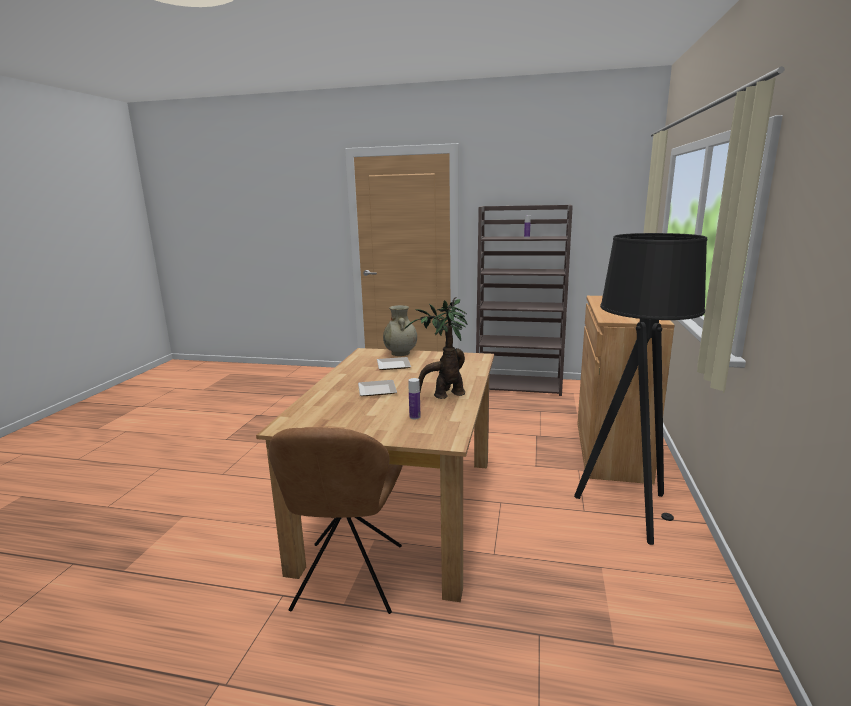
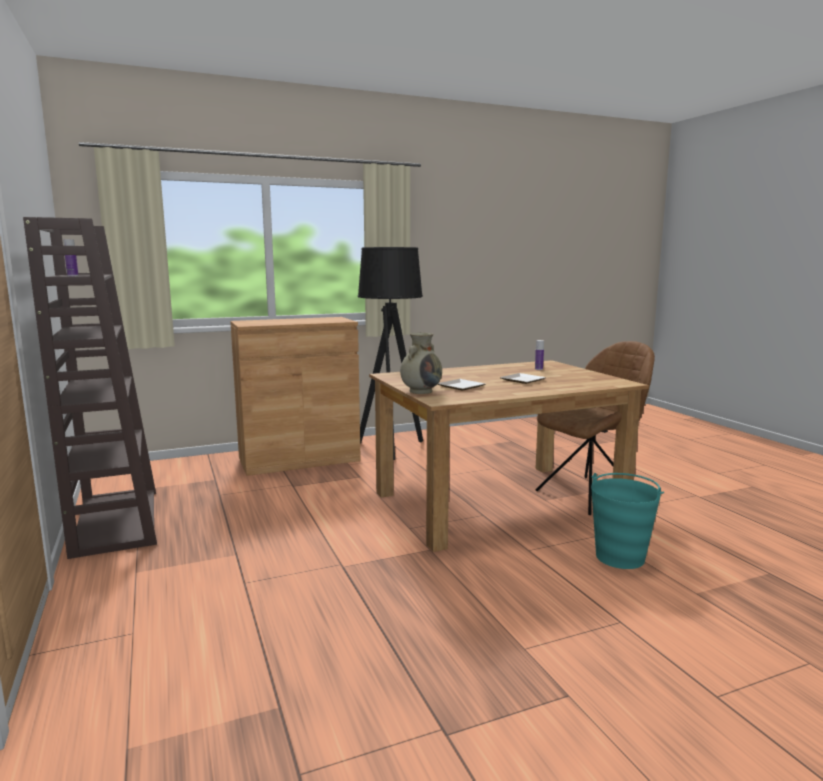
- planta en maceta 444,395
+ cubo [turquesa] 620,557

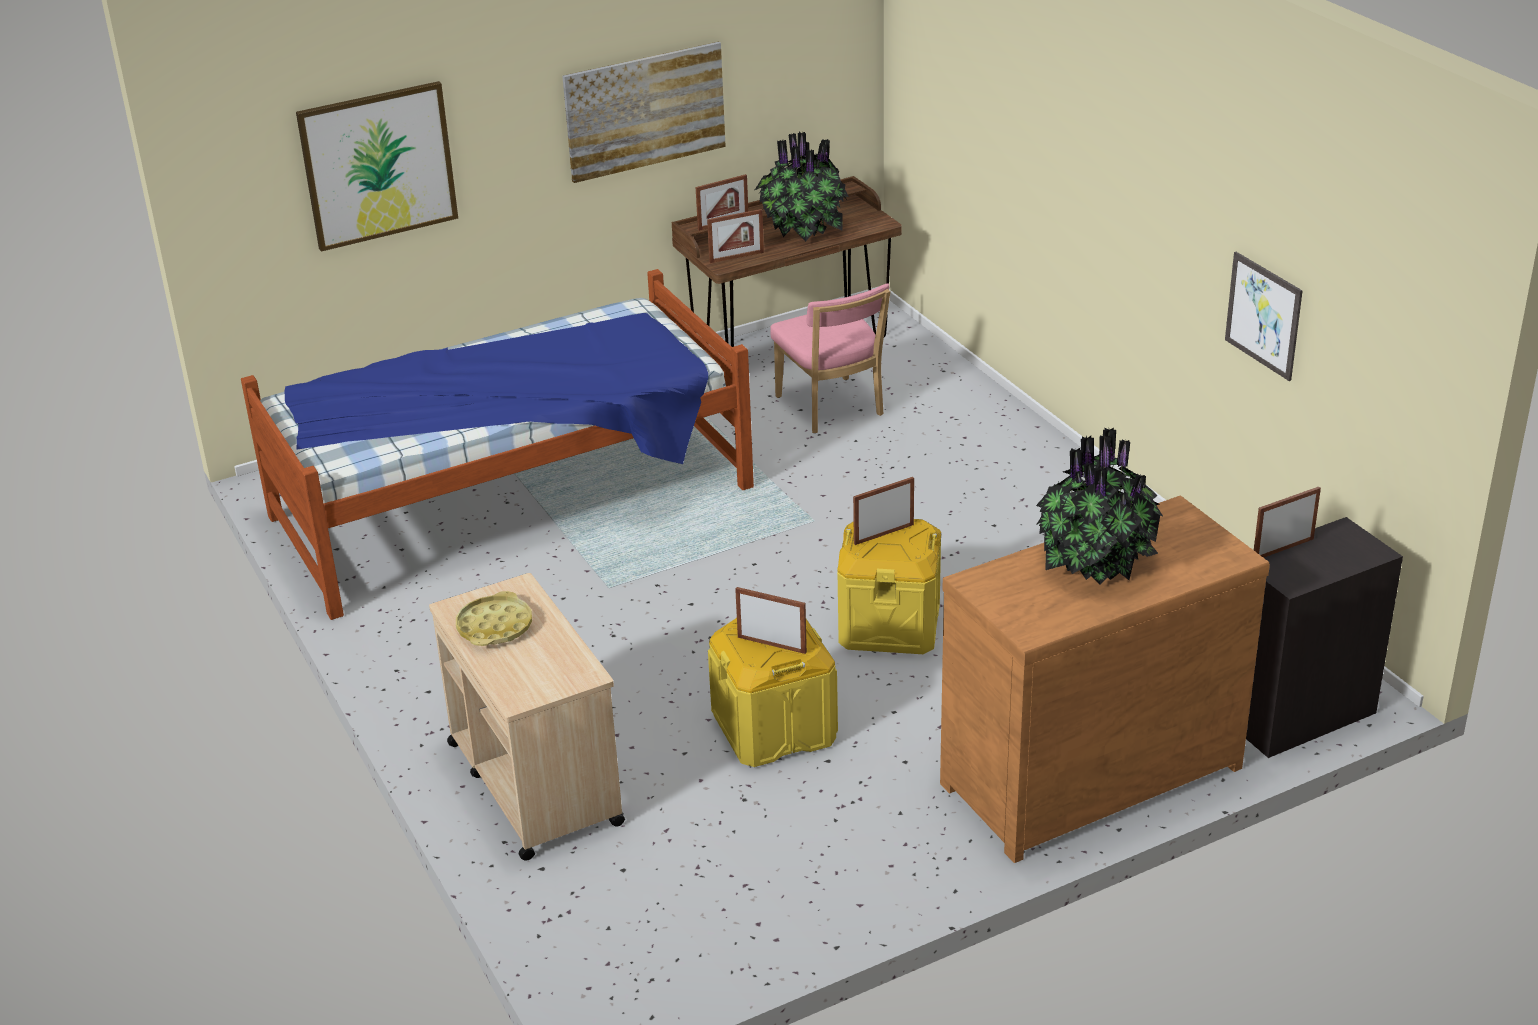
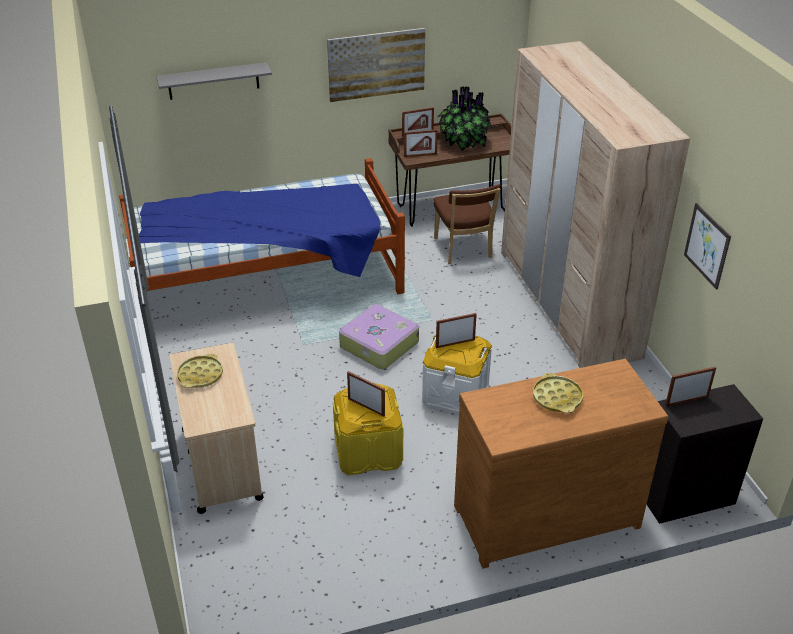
~ cuadro 378,165 to estante [gris] 213,81
~ silla [rosa] 832,408 to silla [marrón] 463,250
~ planta en maceta 1095,562 to bandeja [amarillo] 557,397
~ caja de almacenaje [amarillo] 889,625 to caja de almacenaje [blanco] 455,394
+ armario ropero [beis] 567,302
+ maleta 378,344

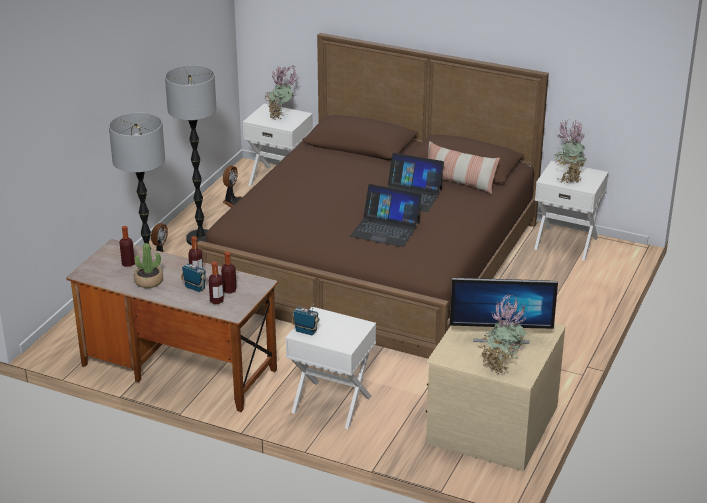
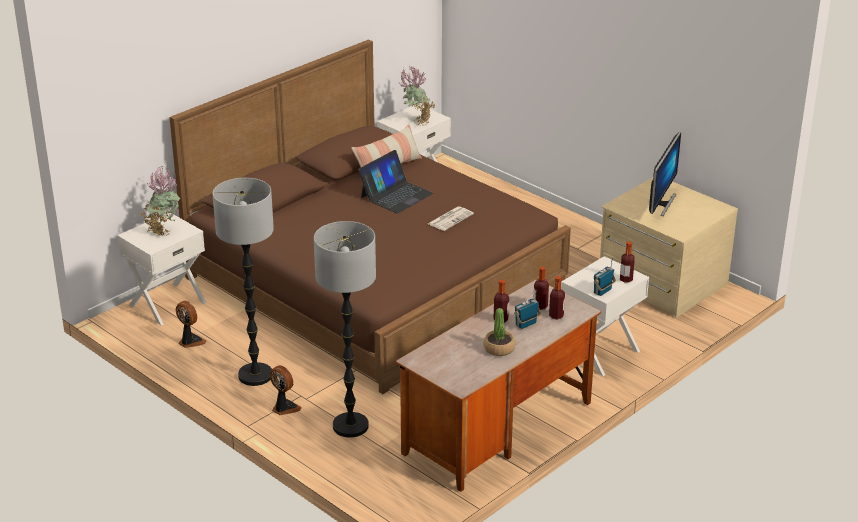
~ portátil 385,229 to periódico 450,219
~ botella 128,264 to 626,279
- planta en maceta 500,365

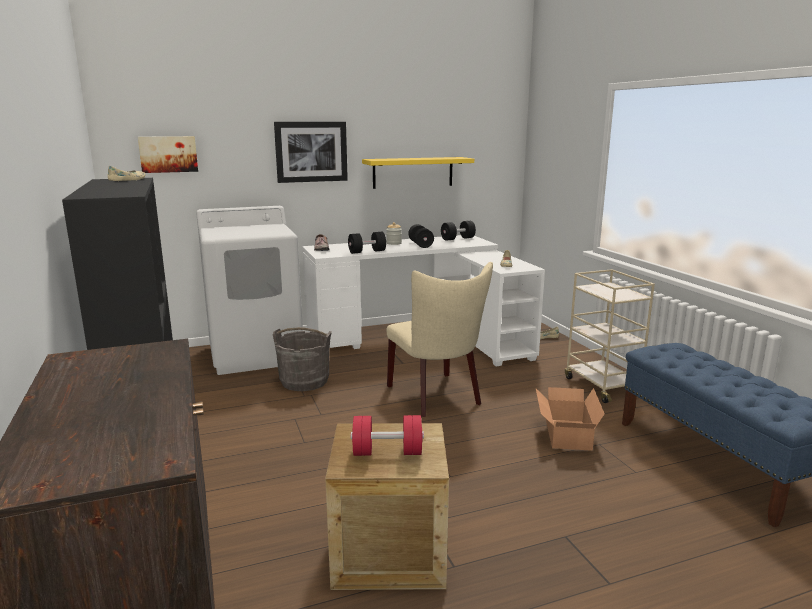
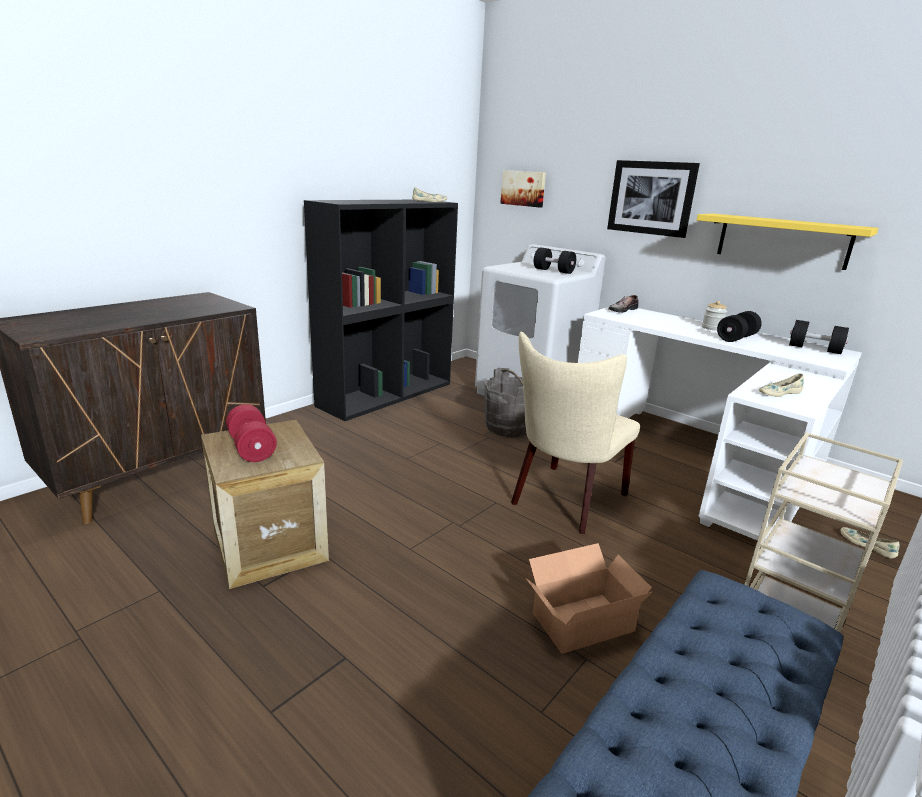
~ mancuerna [negro] 367,252 to 553,271

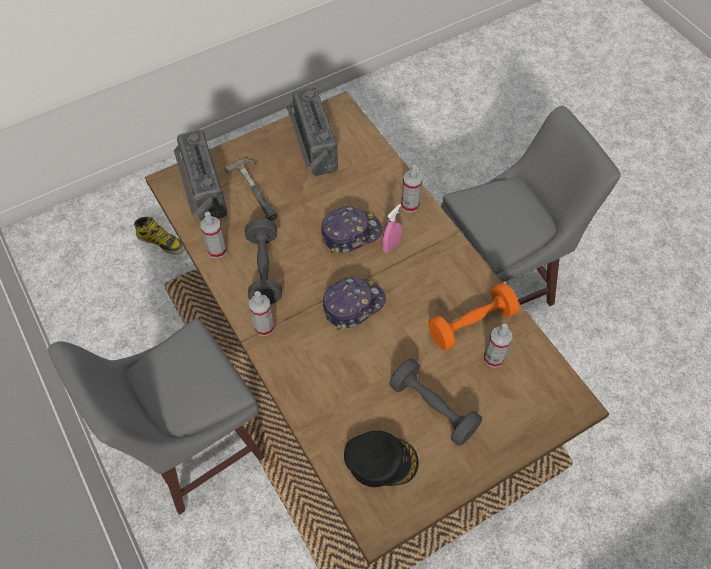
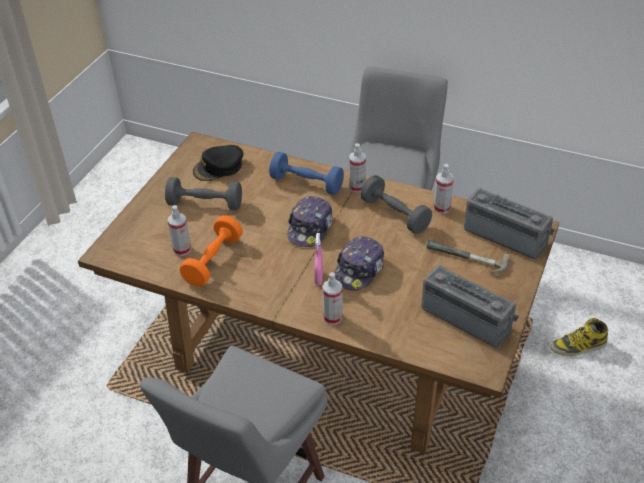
+ mancuerna [azul] 306,183

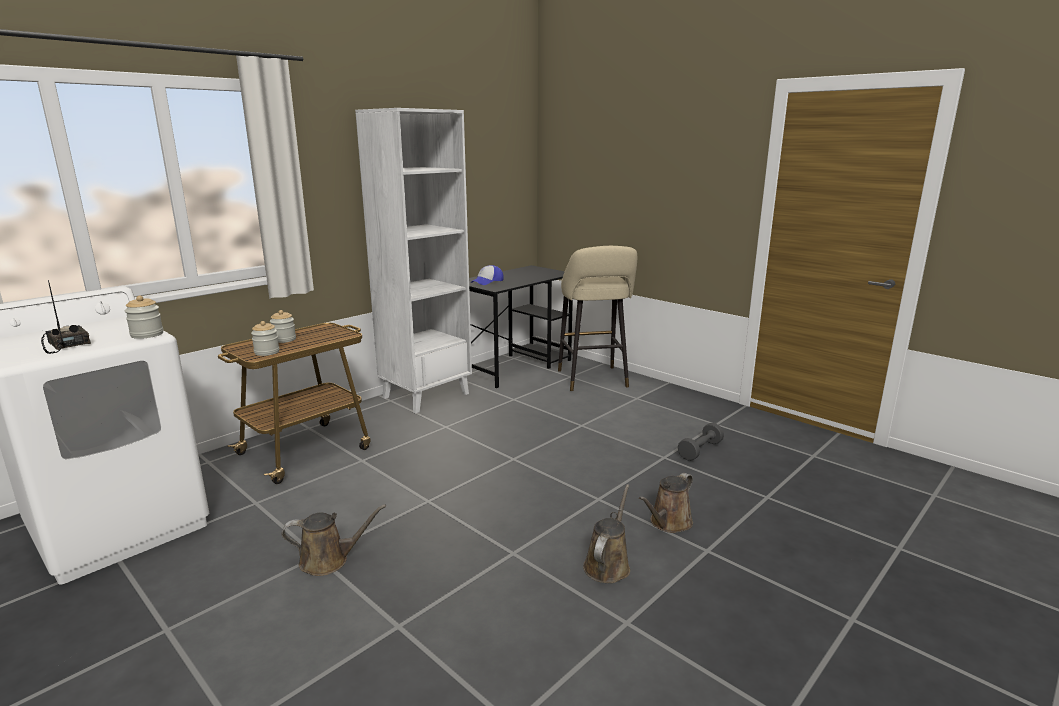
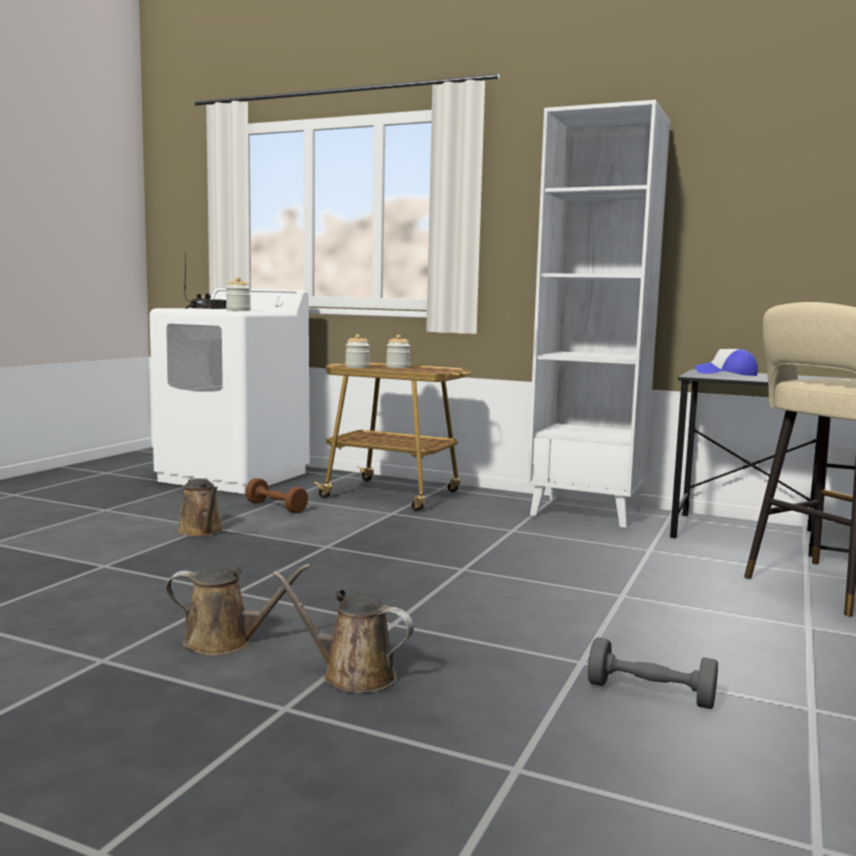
+ mancuerna [marrón] 276,507

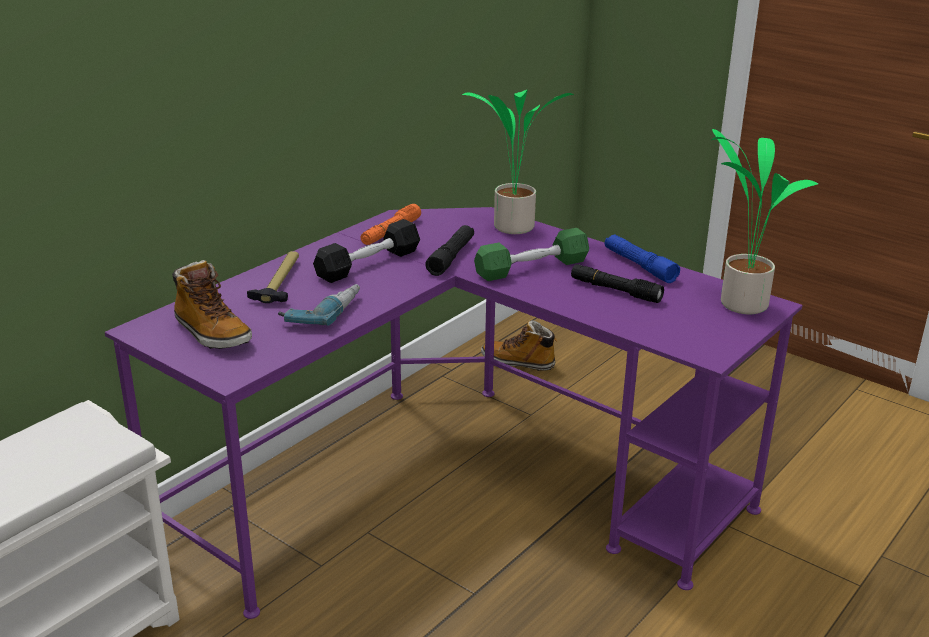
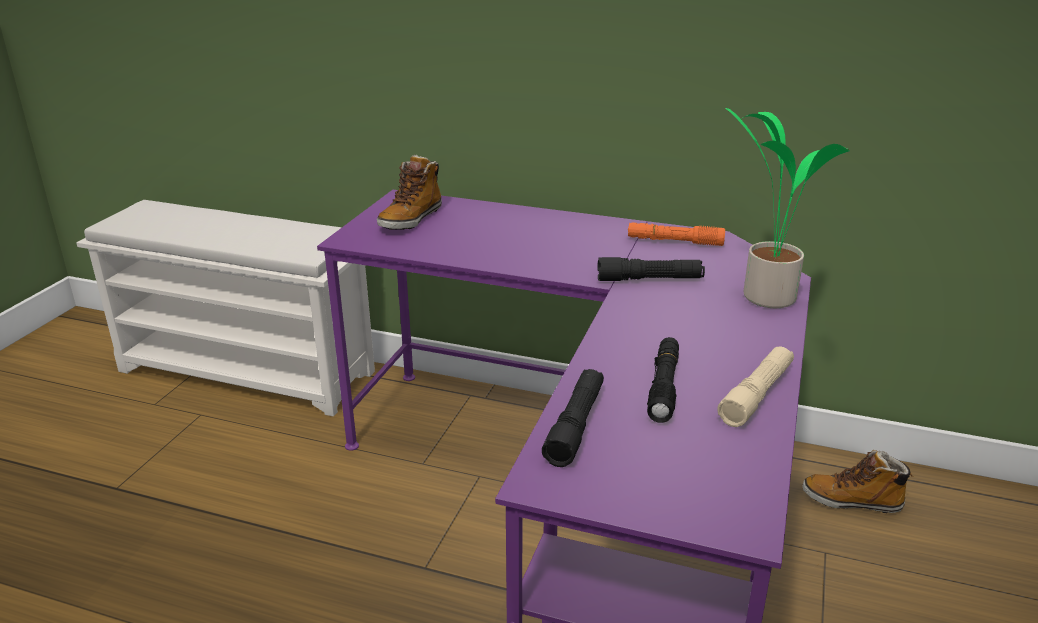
- planta en maceta 741,303
- mancuerna [negro] 368,264
- mancuerna [verde] 532,268
~ linterna [azul] 639,266 to linterna [beis] 757,395
- martillo 280,282
- taladro 322,311
~ bota 518,362 = 852,501 75 degrees counterclockwise
+ linterna [negro] 575,425

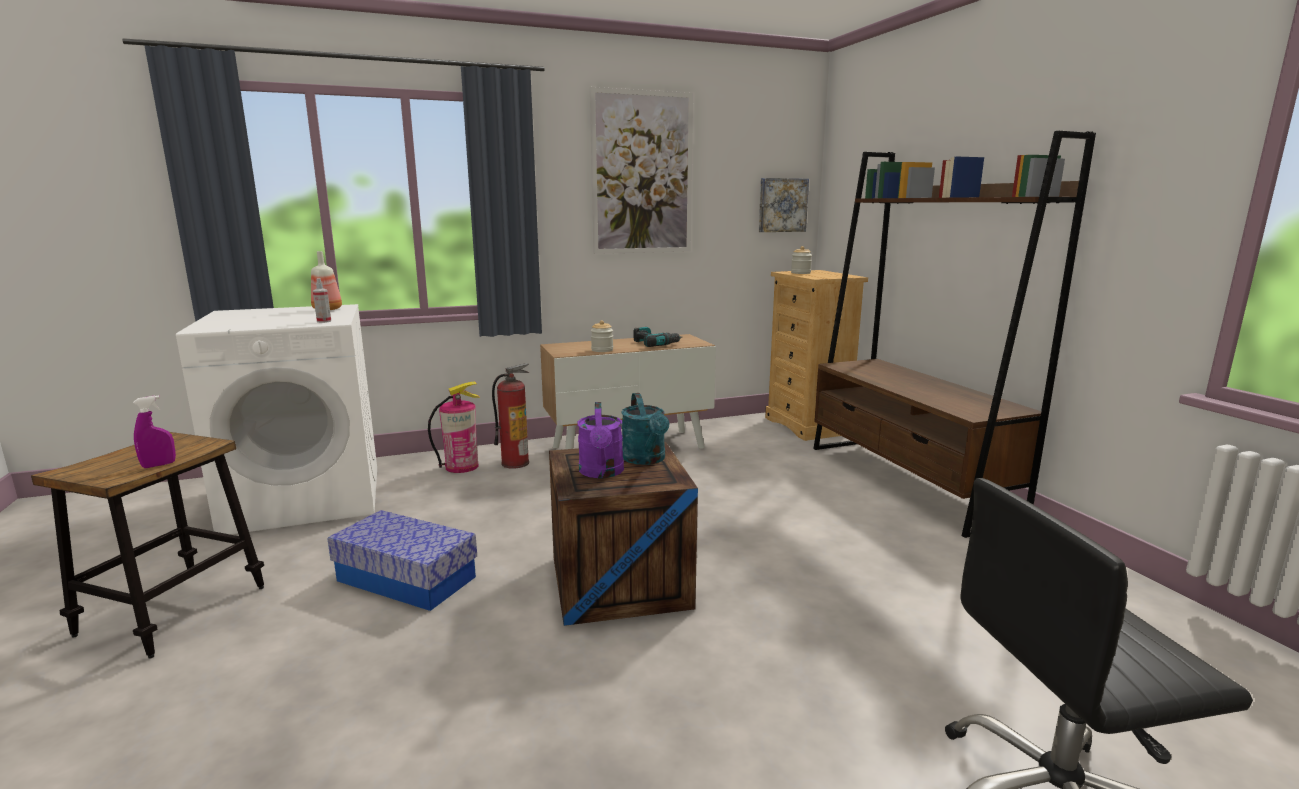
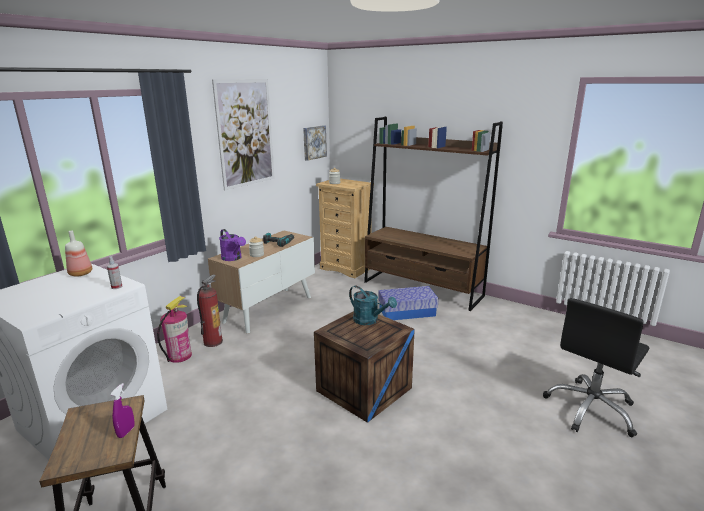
~ regadera [morado] 602,473 to 233,258
~ caja de almacenaje 406,579 to 407,312

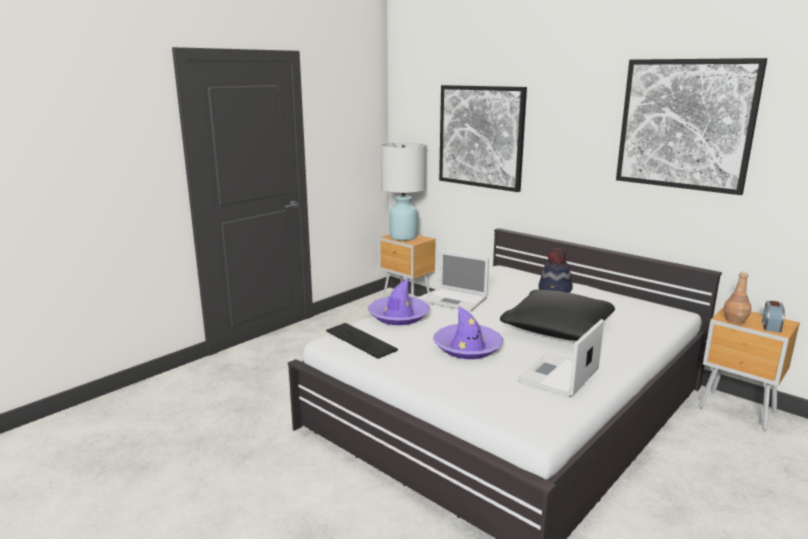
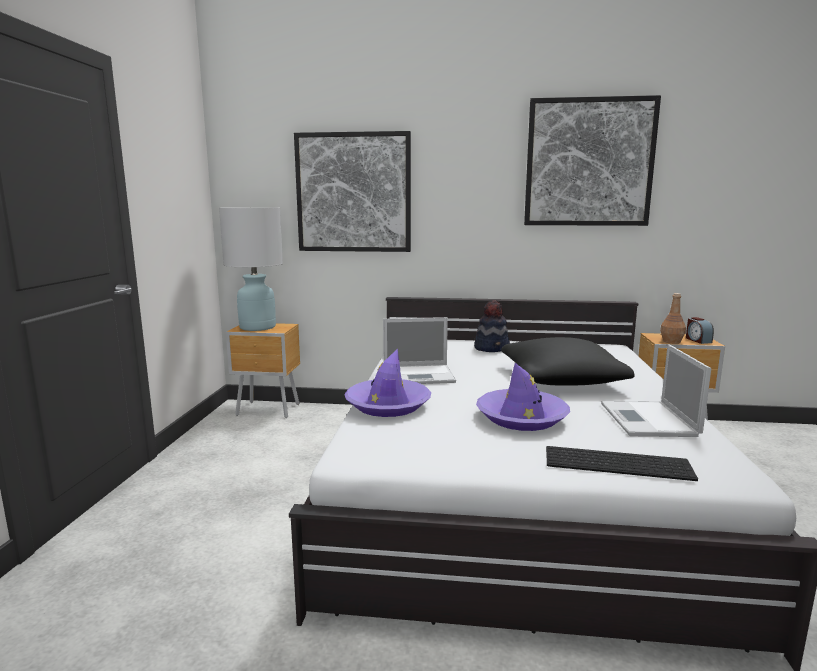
~ teclado 362,340 to 618,463

